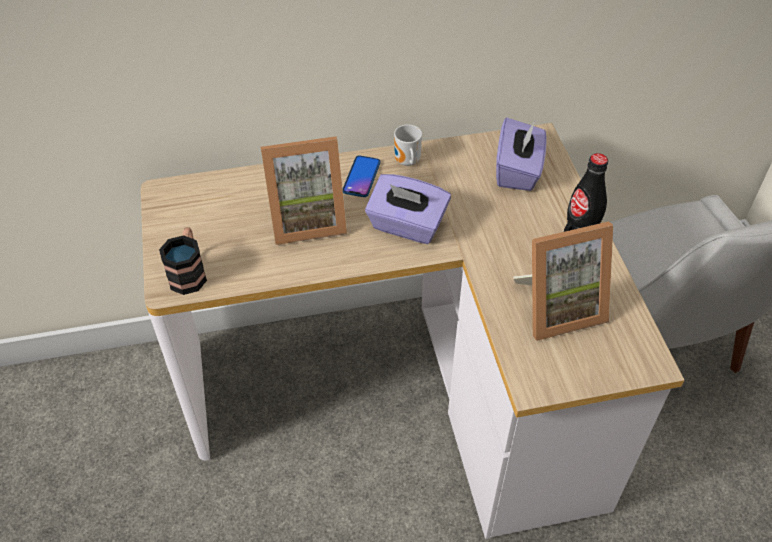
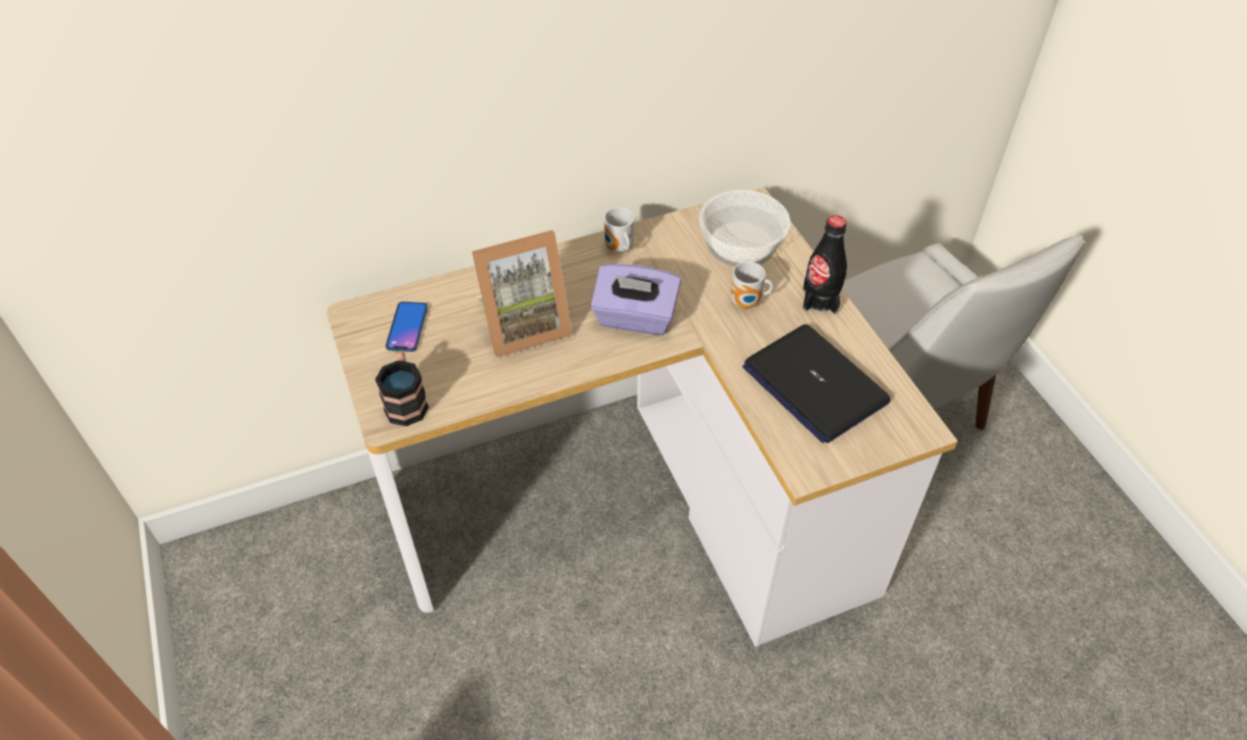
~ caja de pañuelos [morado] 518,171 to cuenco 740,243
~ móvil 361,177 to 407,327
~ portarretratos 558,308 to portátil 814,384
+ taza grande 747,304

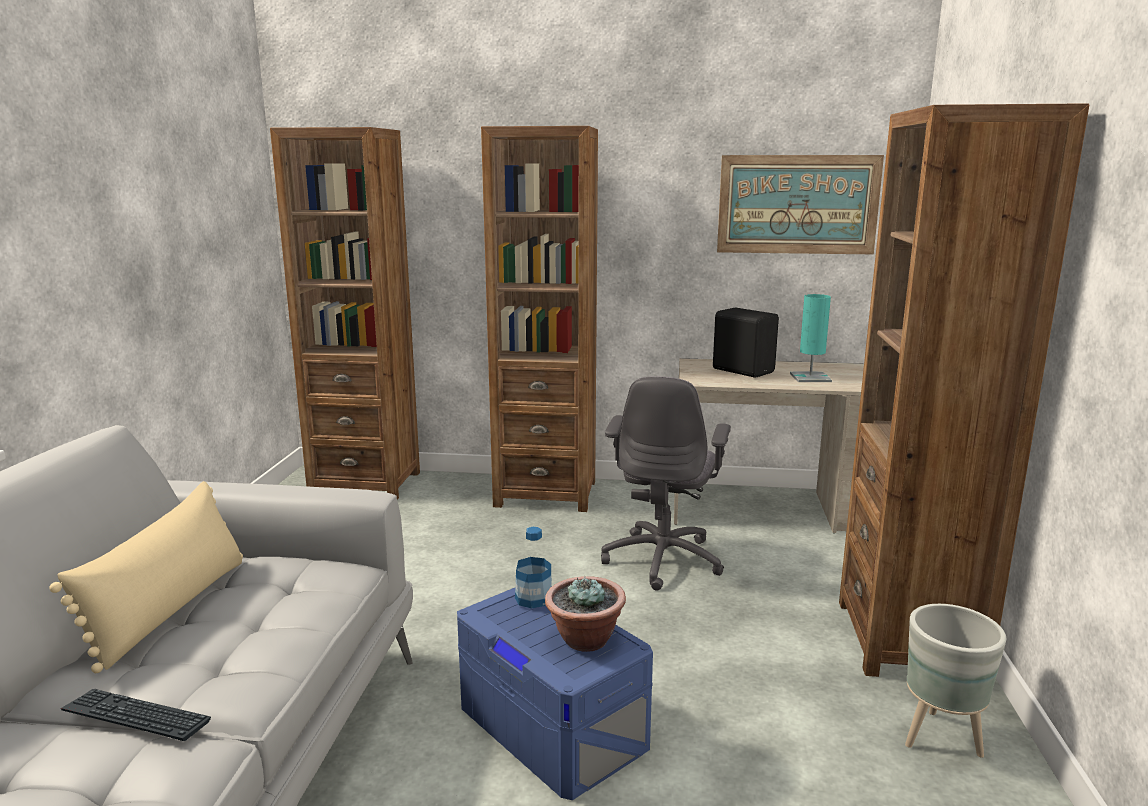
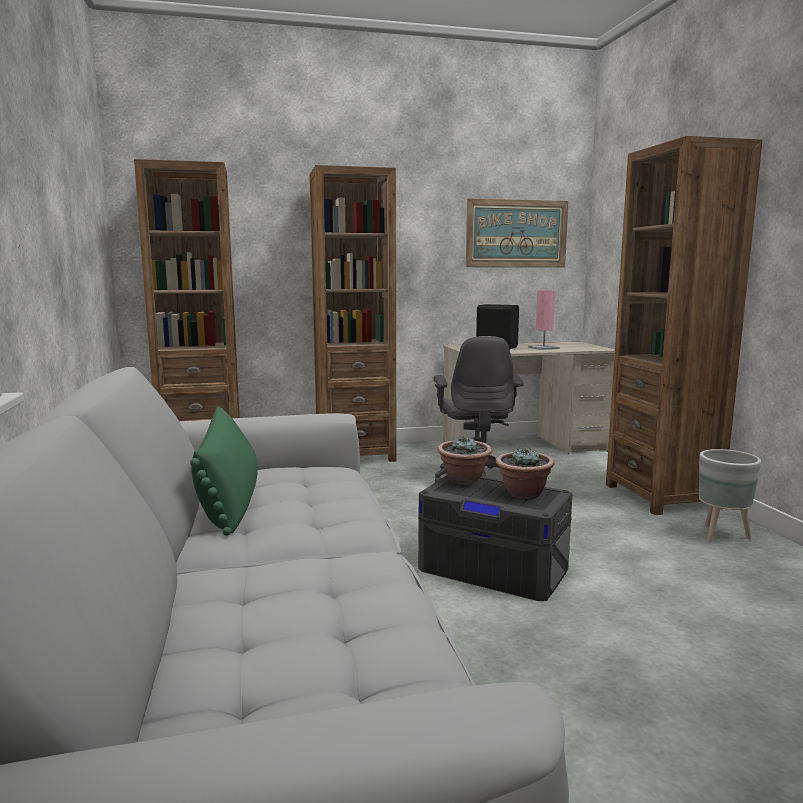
~ lámpara de mesa [turquesa] 810,378 to lámpara de mesa [rosa] 543,348
~ cojín [beis] 170,609 to cojín [verde] 229,501
~ botella 533,598 to planta en maceta 464,480
~ caja de almacenaje [azul] 552,725 to caja de almacenaje [gris] 493,568
- teclado 136,717

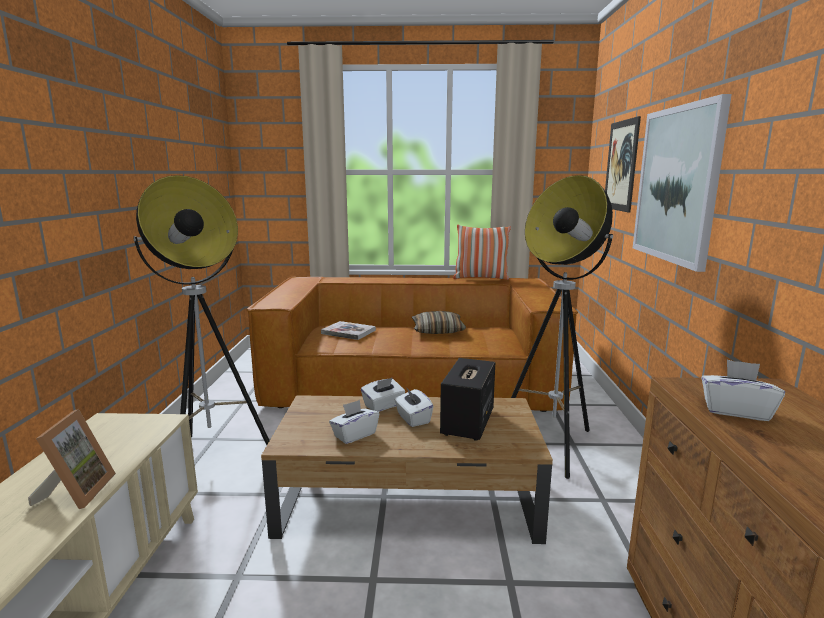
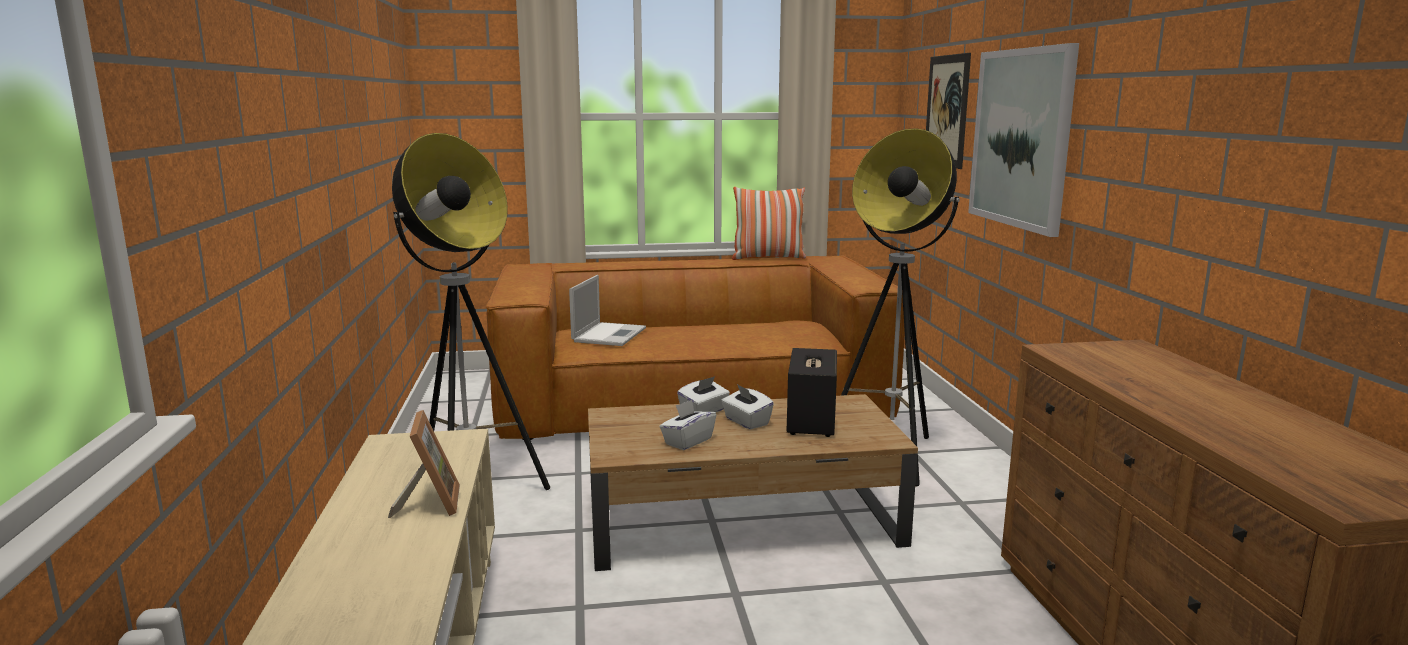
- cojín 437,330
~ libro 348,332 to portátil 609,334
- caja de pañuelos [blanco] 735,411

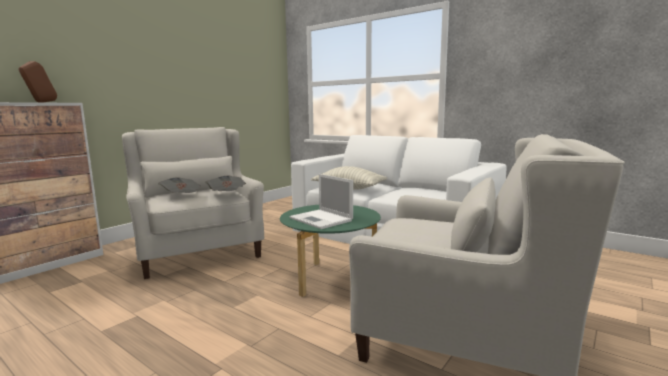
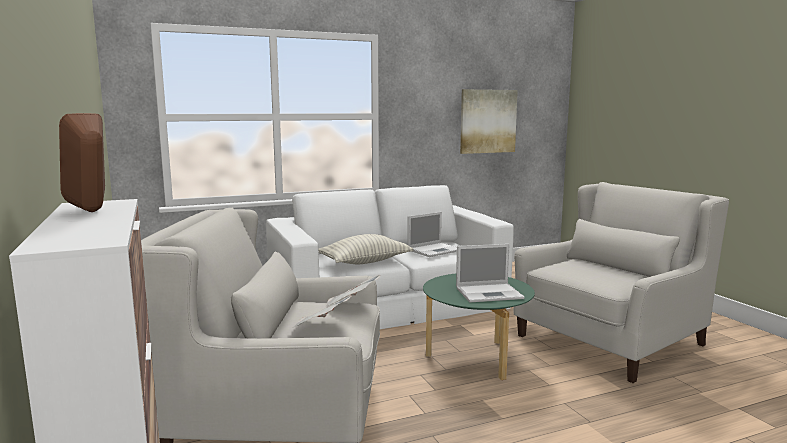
+ cuadro 488,121
+ portátil 435,250

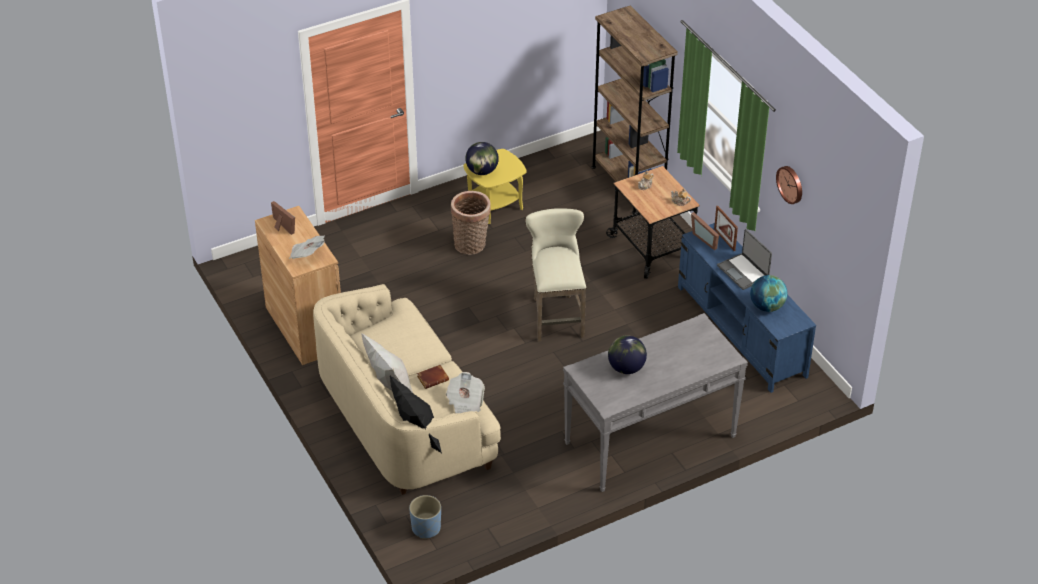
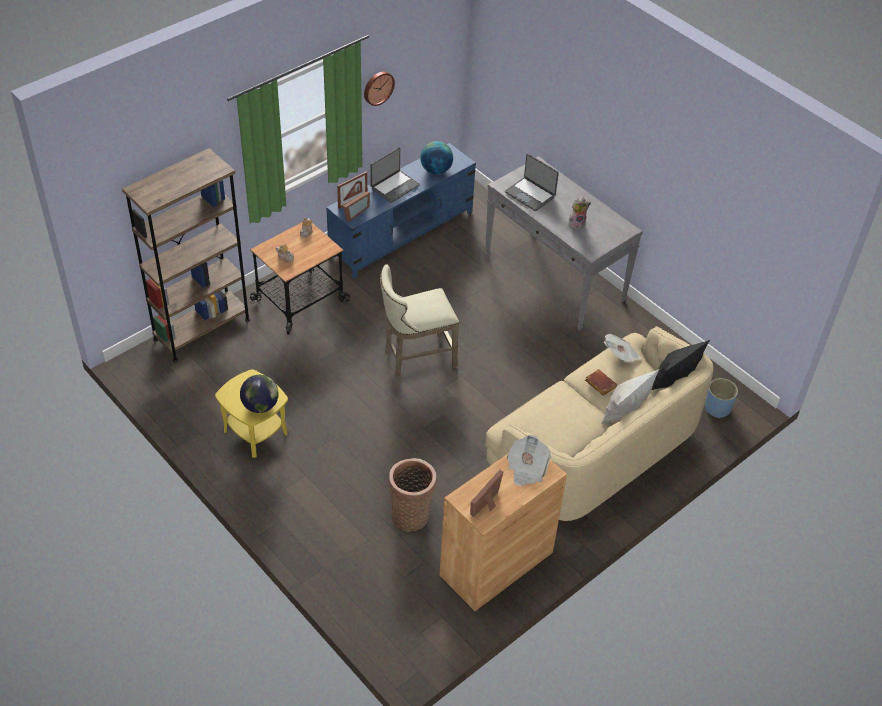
~ cesta 471,245 to 411,514
~ globo terráqueo 626,368 to peluche 576,223
+ portátil 530,194

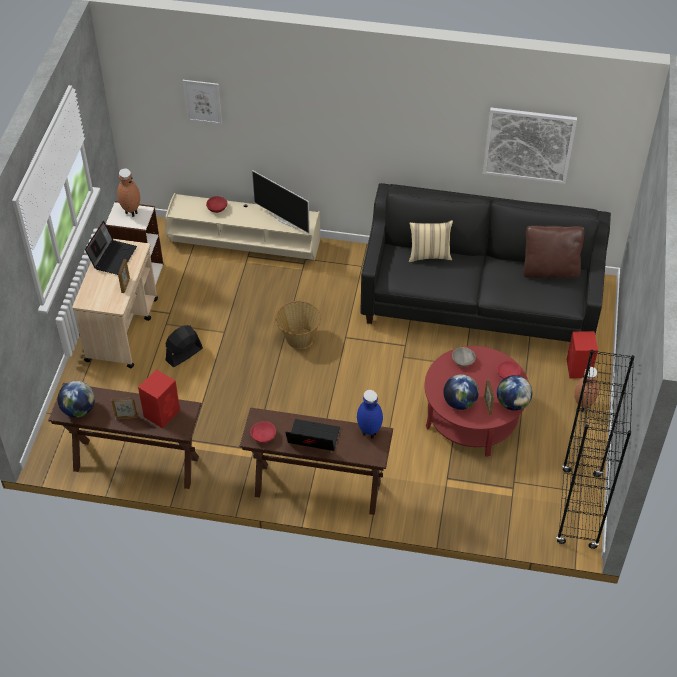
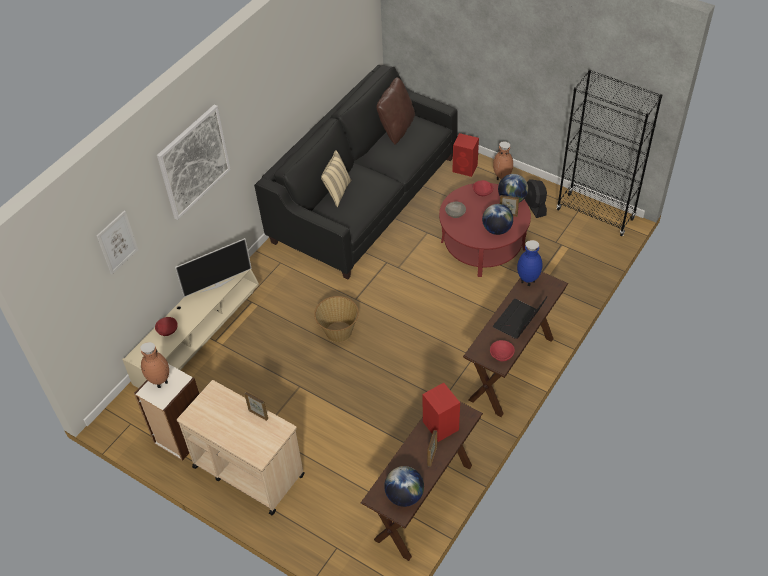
~ cuadro 528,145 to 194,161
- portátil 113,257
~ ventilador [negro] 184,354 to 534,206

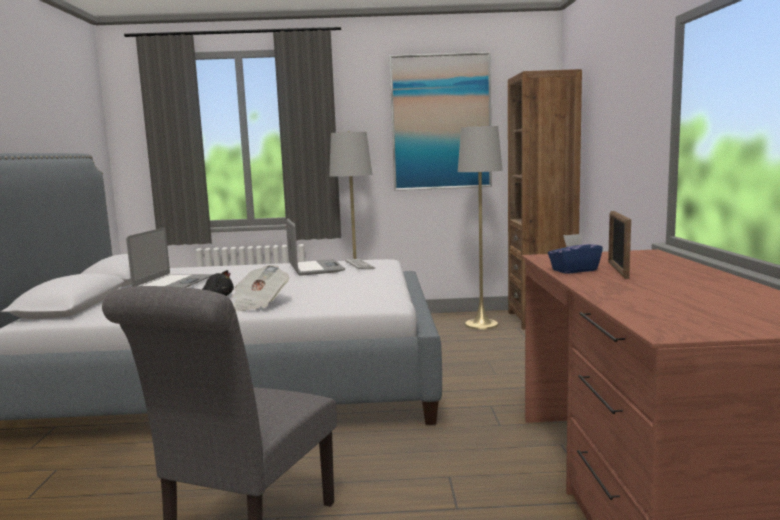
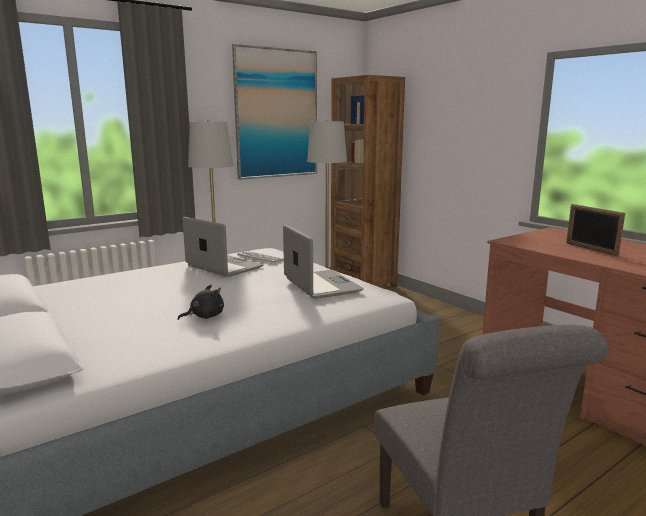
~ portátil 173,284 to 321,285
- caja de pañuelos [azul] 574,270
- periódico 259,304

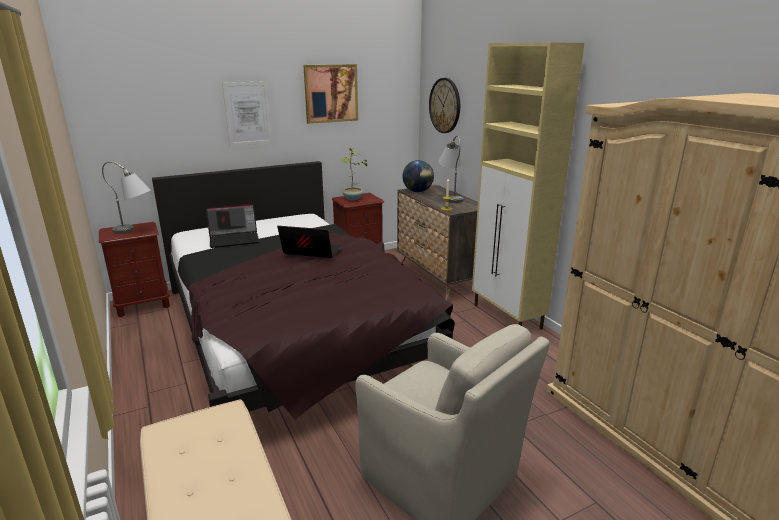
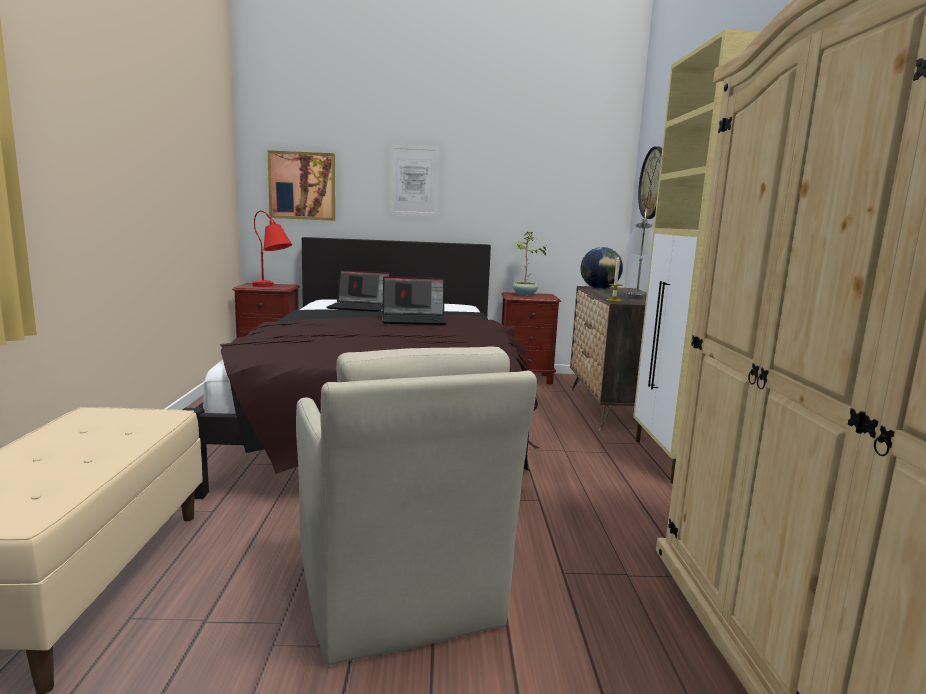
~ cuadro 331,93 to 302,186
~ lámpara de mesa [gris] 136,231 to lámpara de mesa [rojo] 272,287
~ portátil 310,252 = 414,320 135 degrees clockwise

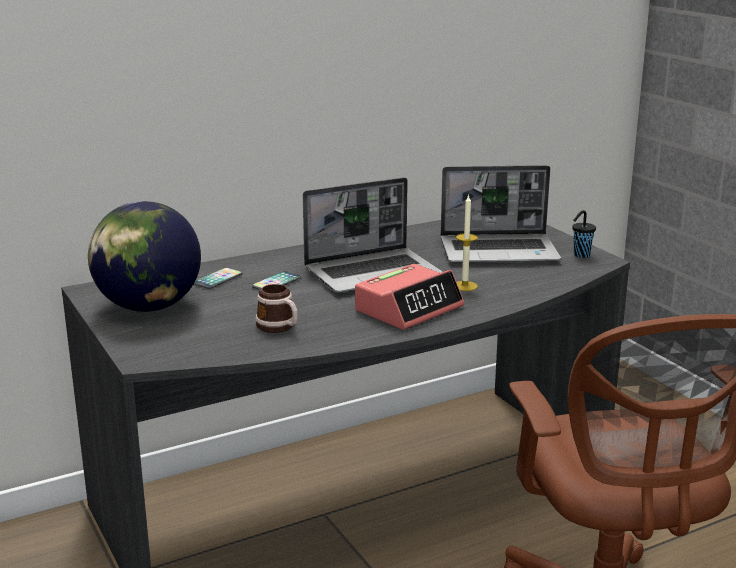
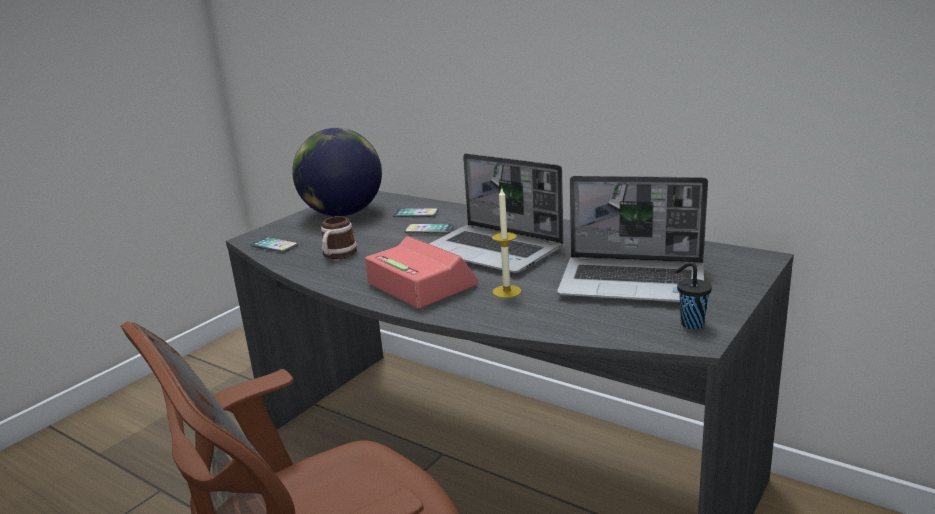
~ portátil 500,251 = 634,282 45 degrees counterclockwise
~ despertador 409,309 = 421,285 150 degrees counterclockwise
+ móvil 274,246

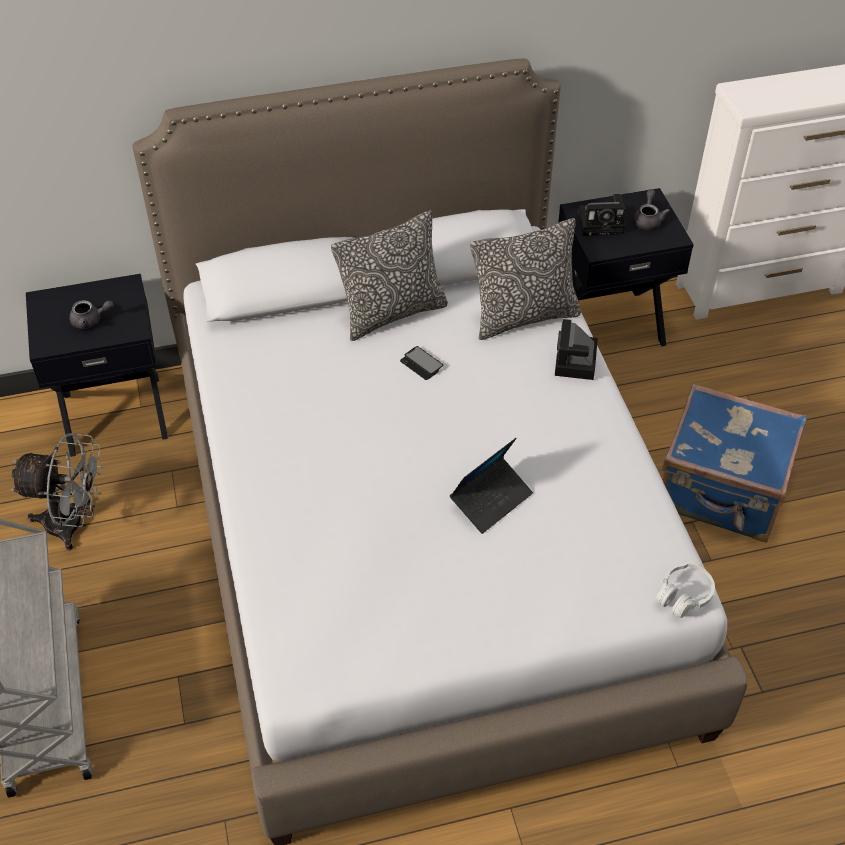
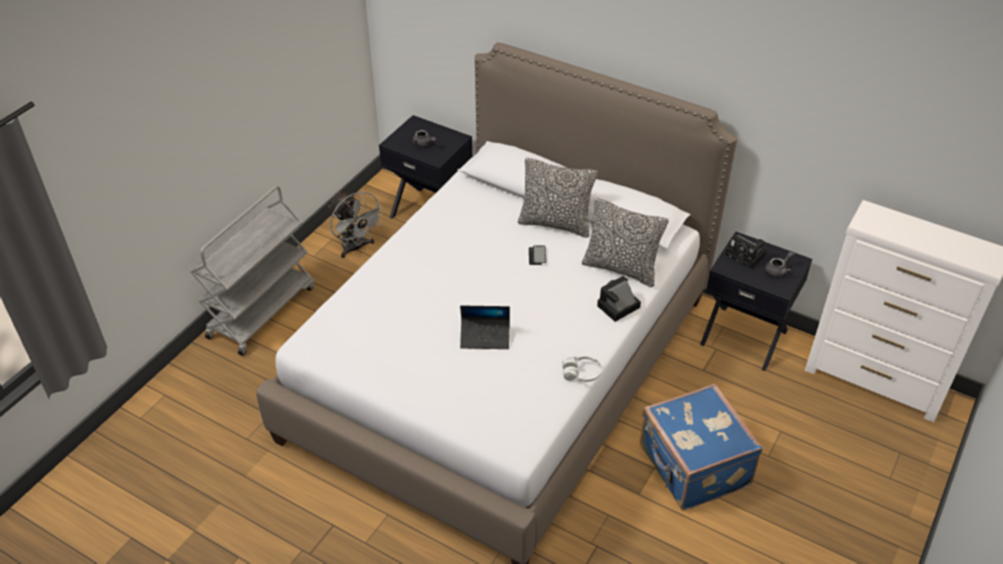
~ auriculares [blanco] 683,595 to 581,373

